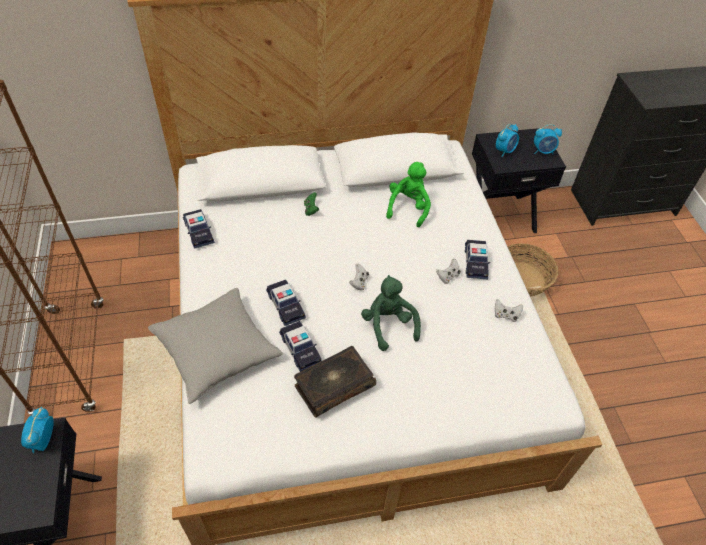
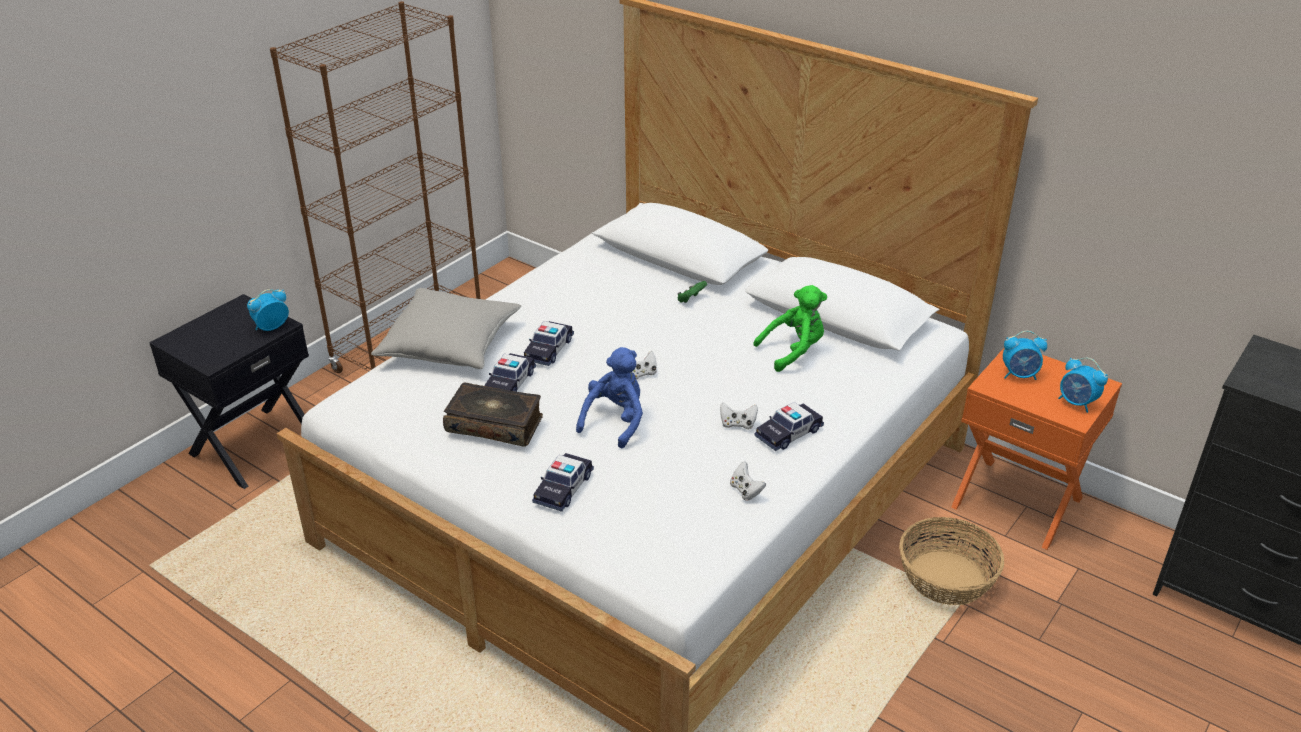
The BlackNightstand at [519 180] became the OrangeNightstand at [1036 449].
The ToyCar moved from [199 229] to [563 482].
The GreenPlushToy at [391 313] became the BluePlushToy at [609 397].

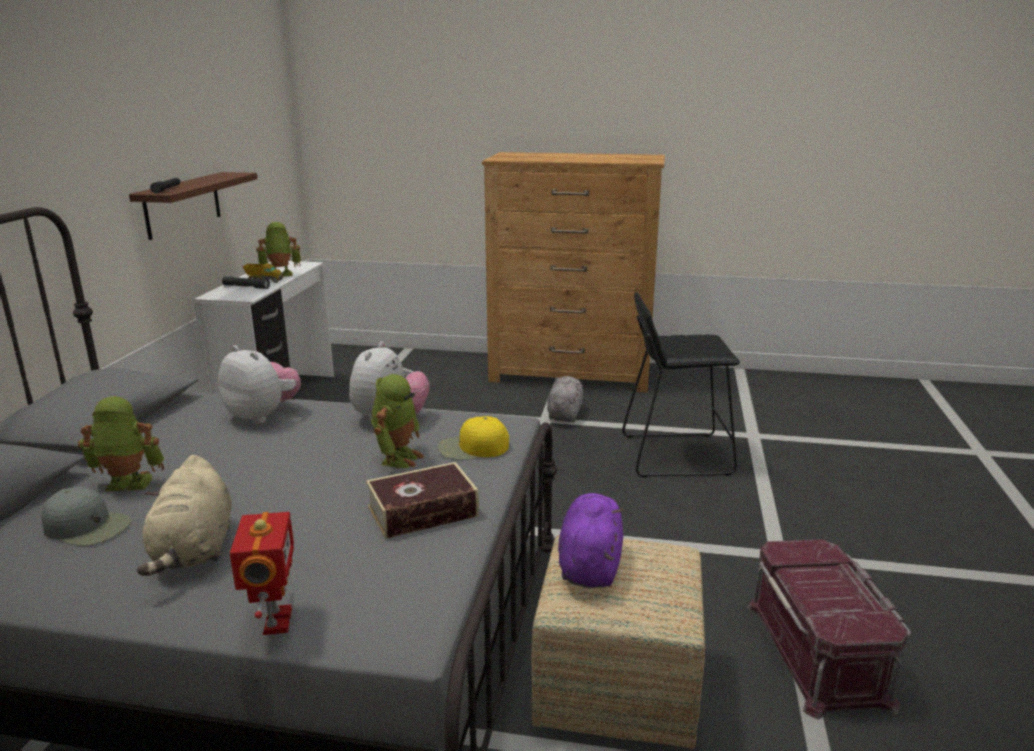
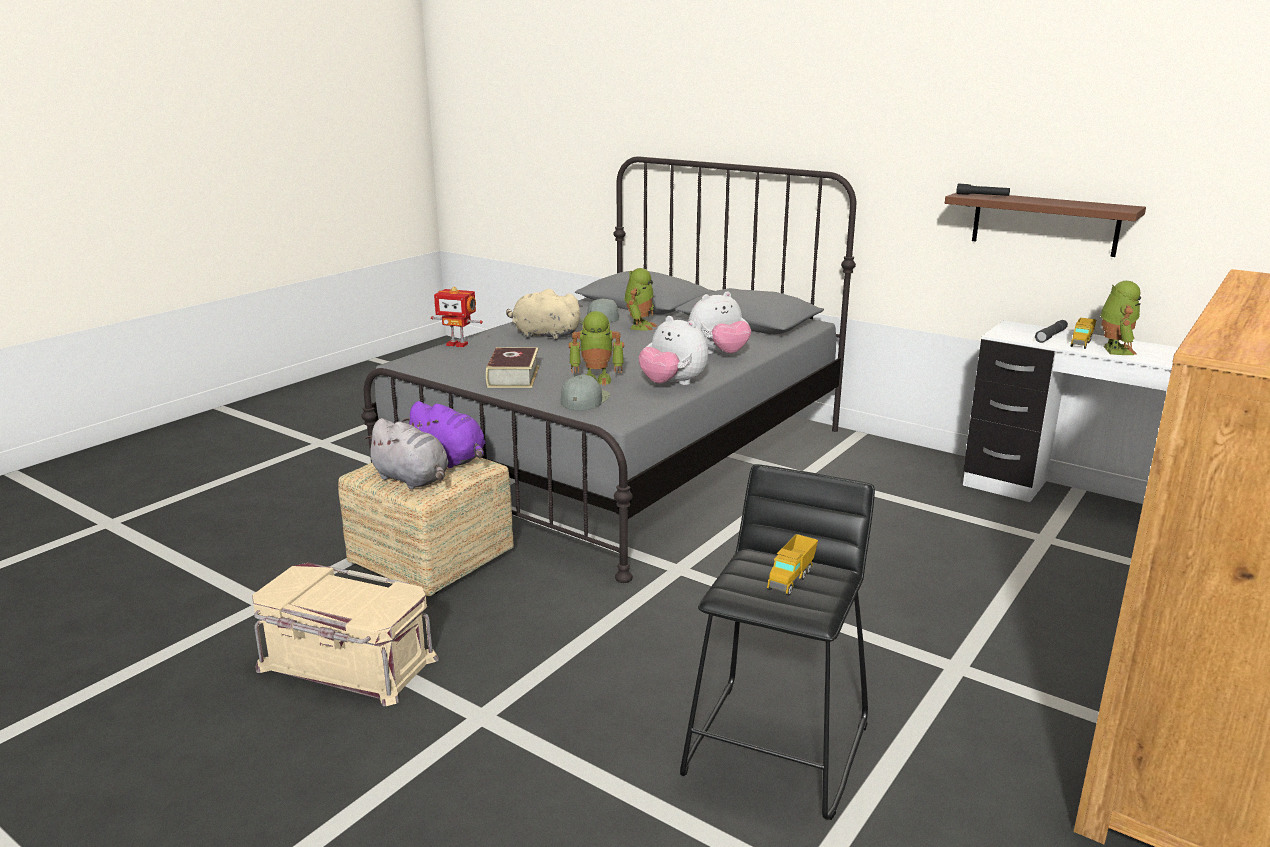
The ToyRobot at [397 421] turned 45 degrees counterclockwise.
The GreyPlushToy moved from [565 399] to [406 453].
The YellowCap at [473 438] became the GreyCap at [585 392].
The RedStorageBox at [829 629] became the BeigeStorageBox at [345 634].
The ToyTruck at [792 565] appeared.

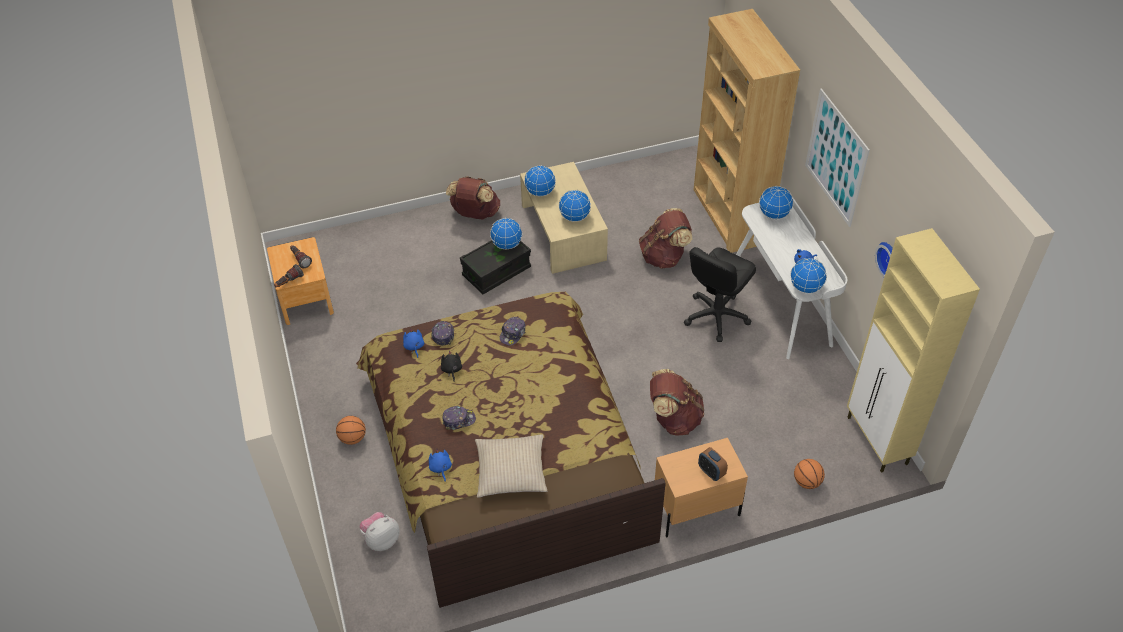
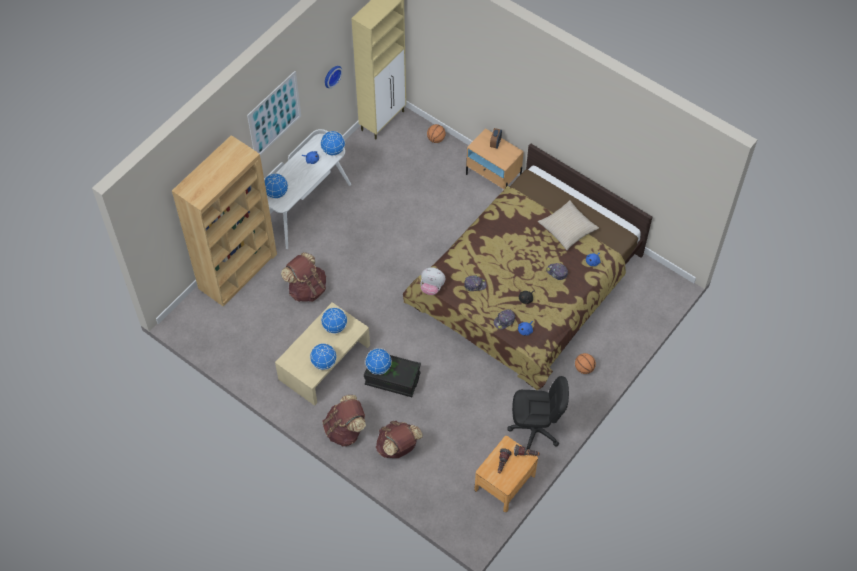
The BlackOfficeChair moved from [720 294] to [538 413].
The BrownBackpack moved from [677 402] to [399 439].
The PlushToy moved from [380 531] to [433 281].

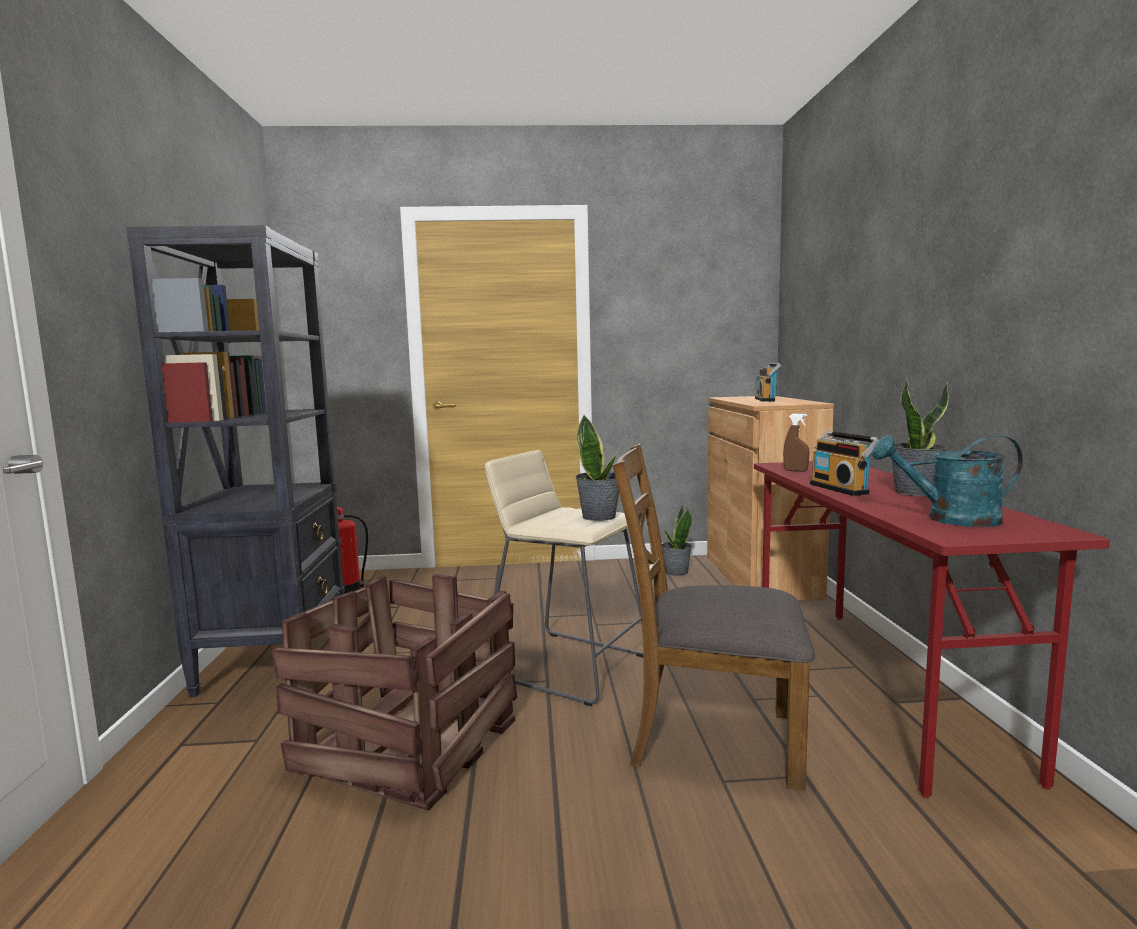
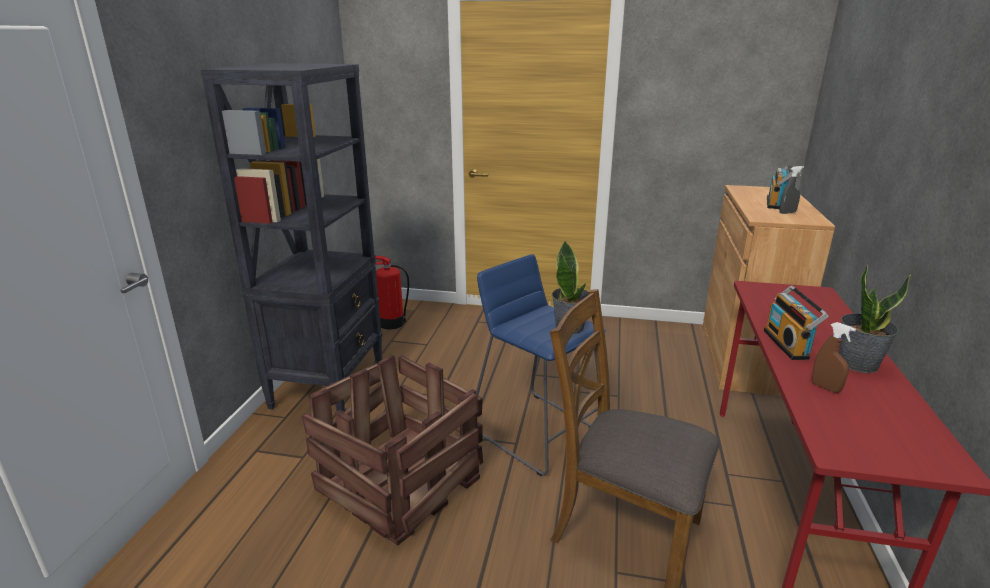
The BrownSprayBottle moved from [796 443] to [834 357].
The TurquoiseWateringCan at [947 481] disappeared.
The BeigeStool at [564 578] became the BlueStool at [541 365].
The PottedPlant at [677 540] disappeared.
The GreySprayBottle at [791 190] appeared.

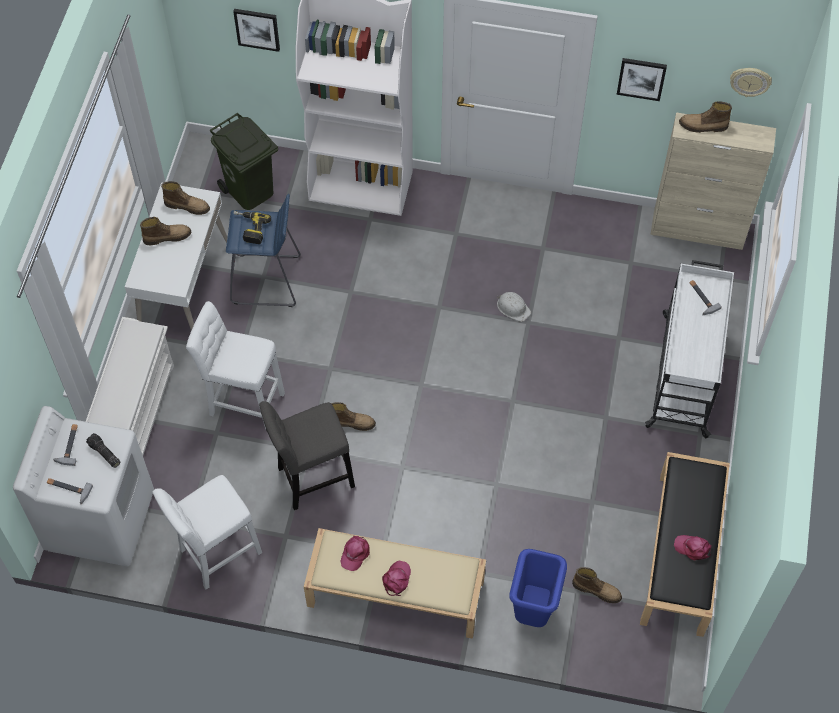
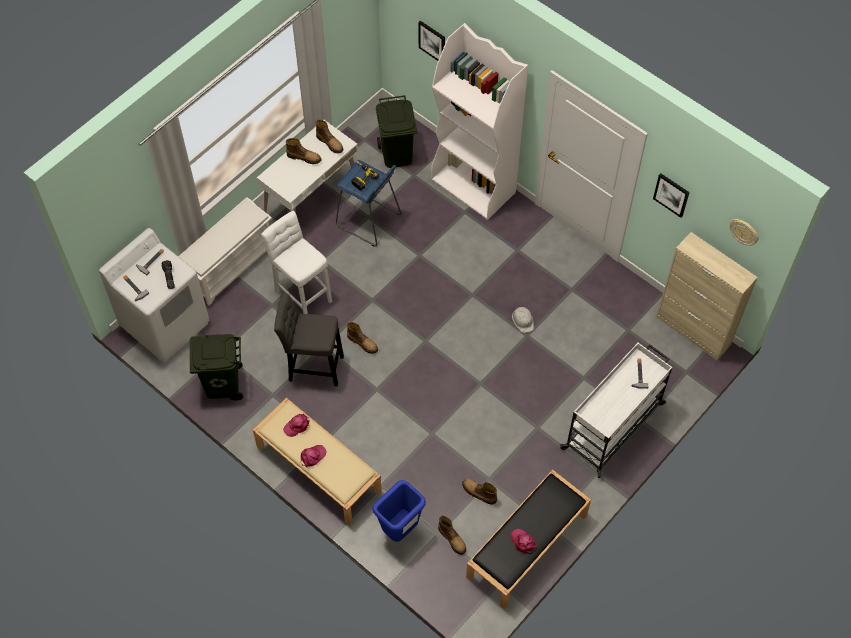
The Boot moved from [705 117] to [479 491].
The WhiteStool at [207 532] was replaced by the GreenTrashCan at [216 367].

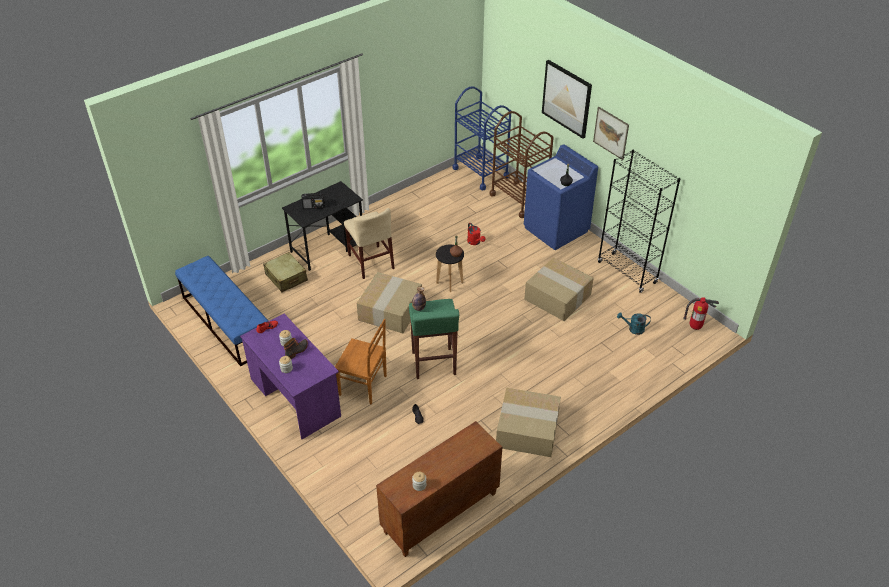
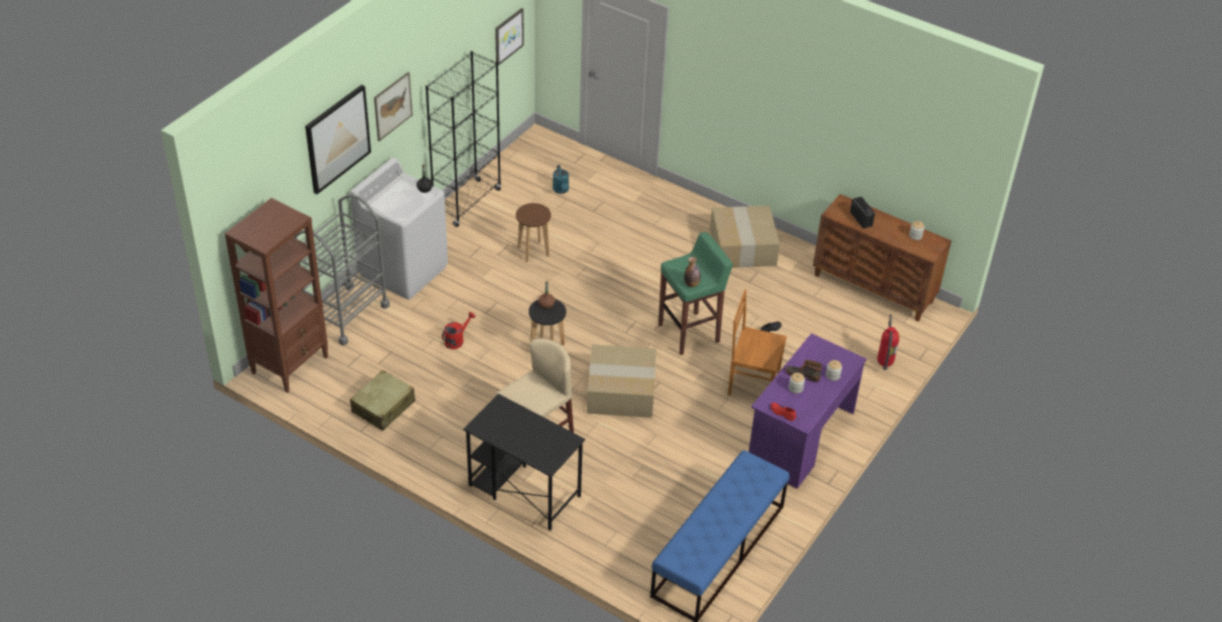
The BlueCart at [482 138] was replaced by the BrownBookcase at [276 295].
The BrownCart at [522 164] became the GreyCart at [342 270].
The BlueWashingMachine at [561 197] became the WhiteWashingMachine at [399 229].
The Radio moved from [313 201] to [862 213].
The BeigeSuitcase moved from [285 272] to [382 400].
The CardboardBox at [559 289] was replaced by the BrownStool at [533 232].
The FireExtinguisher moved from [701 313] to [888 342].
The BrownChair at [361 362] turned 75 degrees counterclockwise.
The Picture at [509 37] appeared.

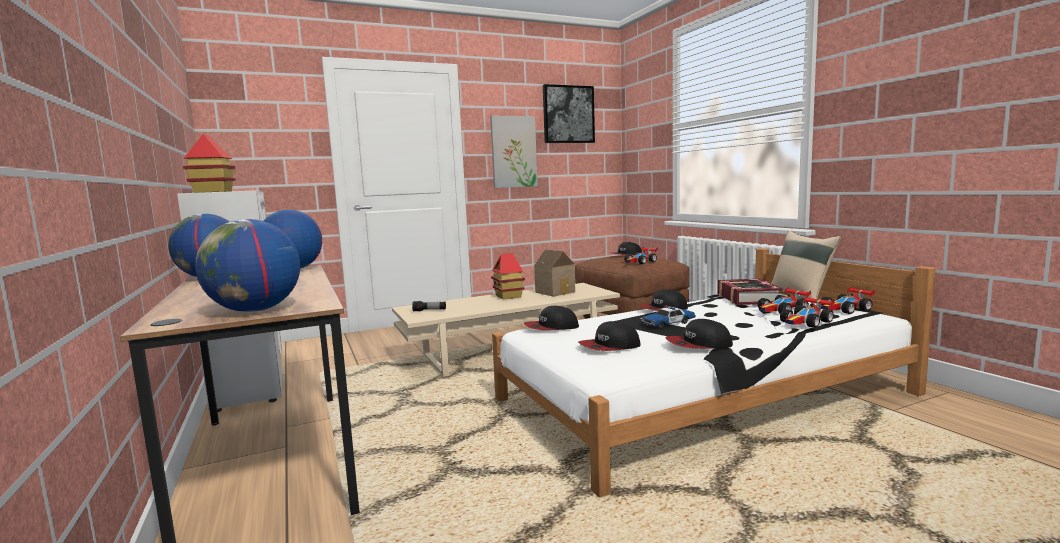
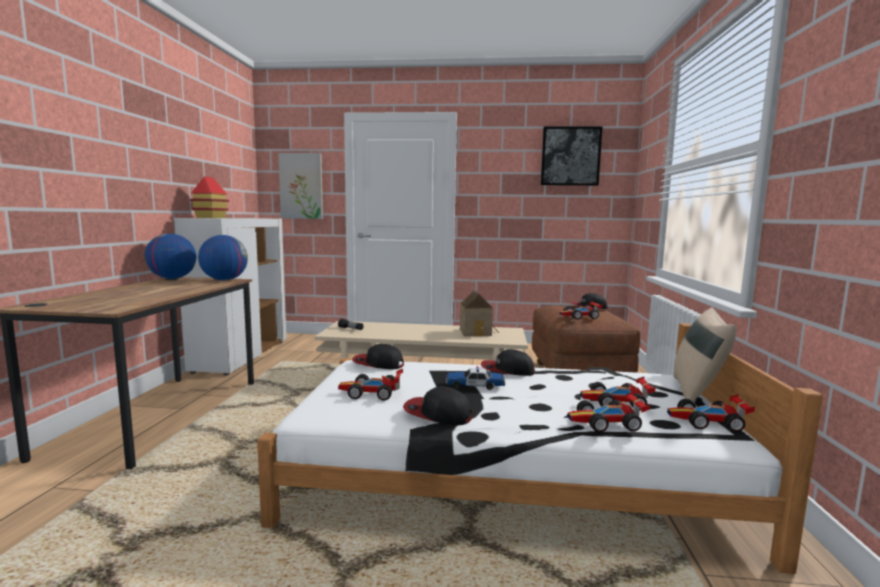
The Picture moved from [514 152] to [300 186].
The Globe at [247 265] disappeared.
The ToyHouse at [508 276] disappeared.
The Book at [750 292] disappeared.
The Cap at [609 336] was replaced by the ToyCar at [370 384].

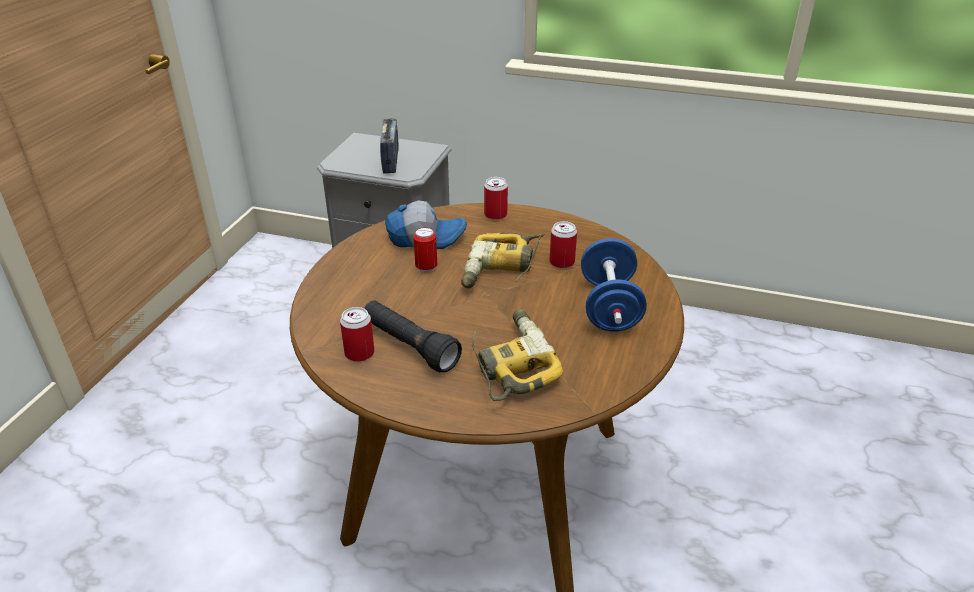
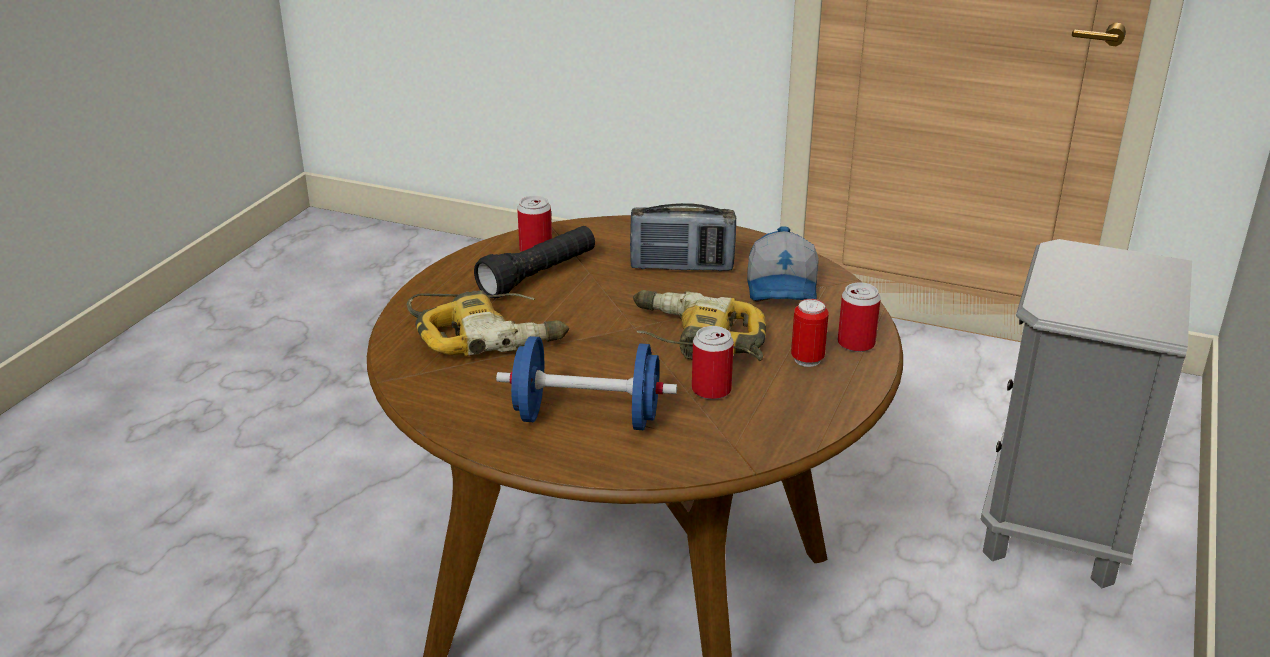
The Radio moved from [389 146] to [683 237].
The Can moved from [425 250] to [810 333].

